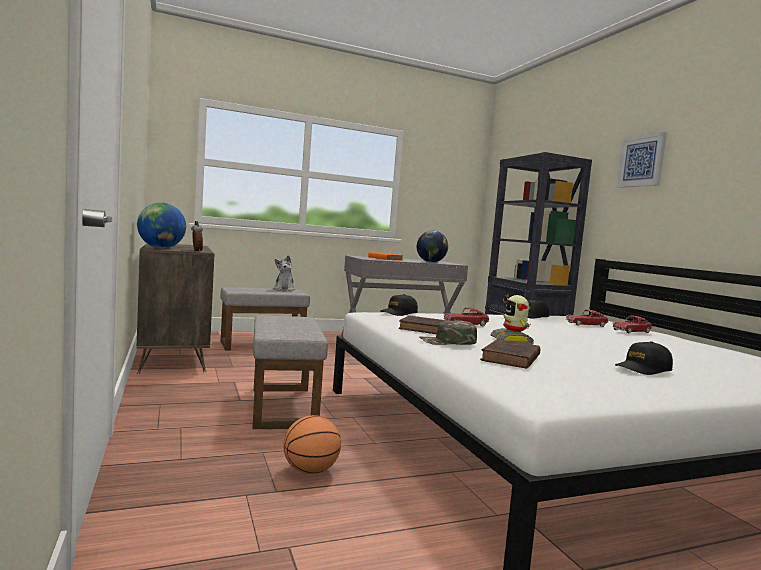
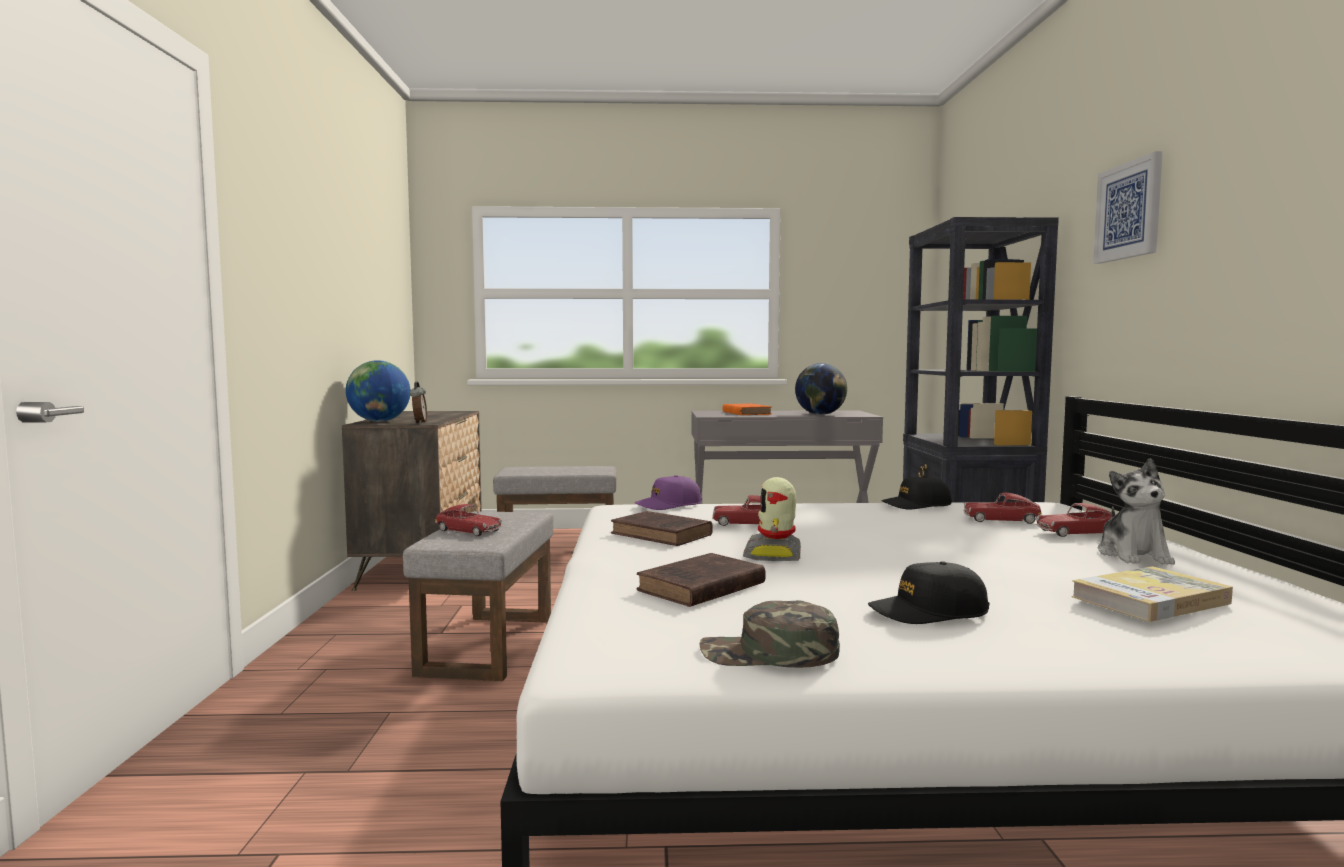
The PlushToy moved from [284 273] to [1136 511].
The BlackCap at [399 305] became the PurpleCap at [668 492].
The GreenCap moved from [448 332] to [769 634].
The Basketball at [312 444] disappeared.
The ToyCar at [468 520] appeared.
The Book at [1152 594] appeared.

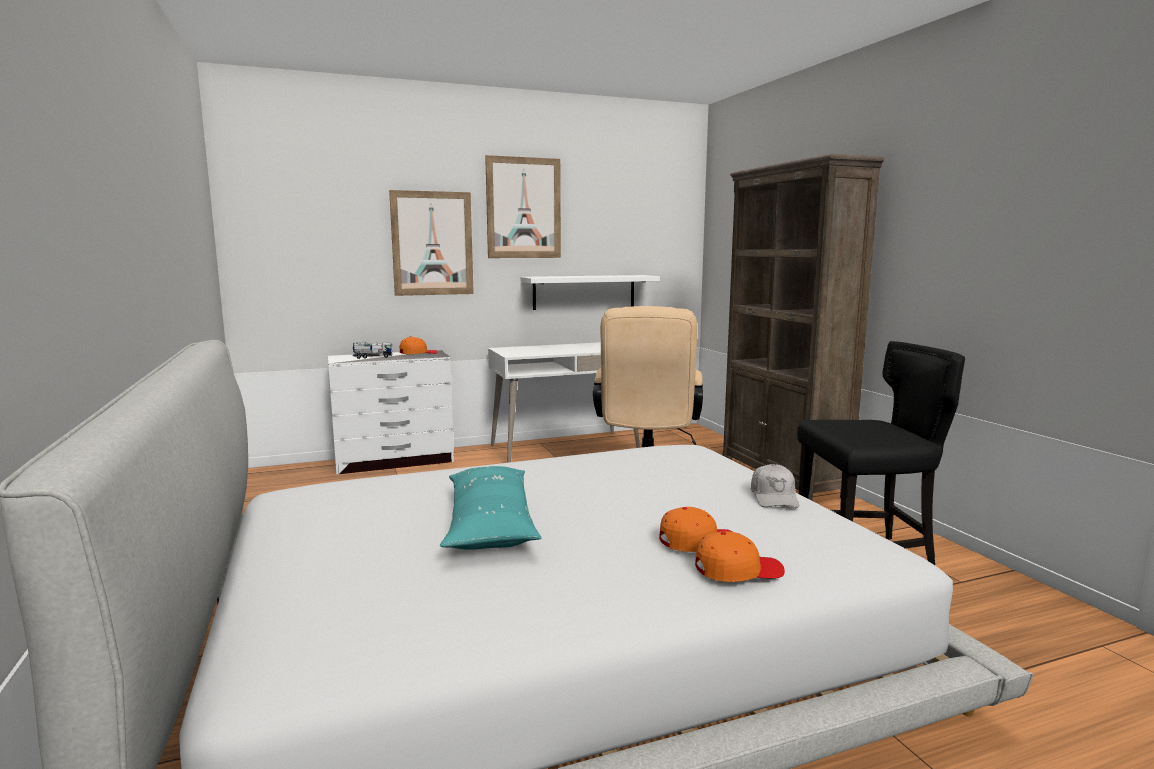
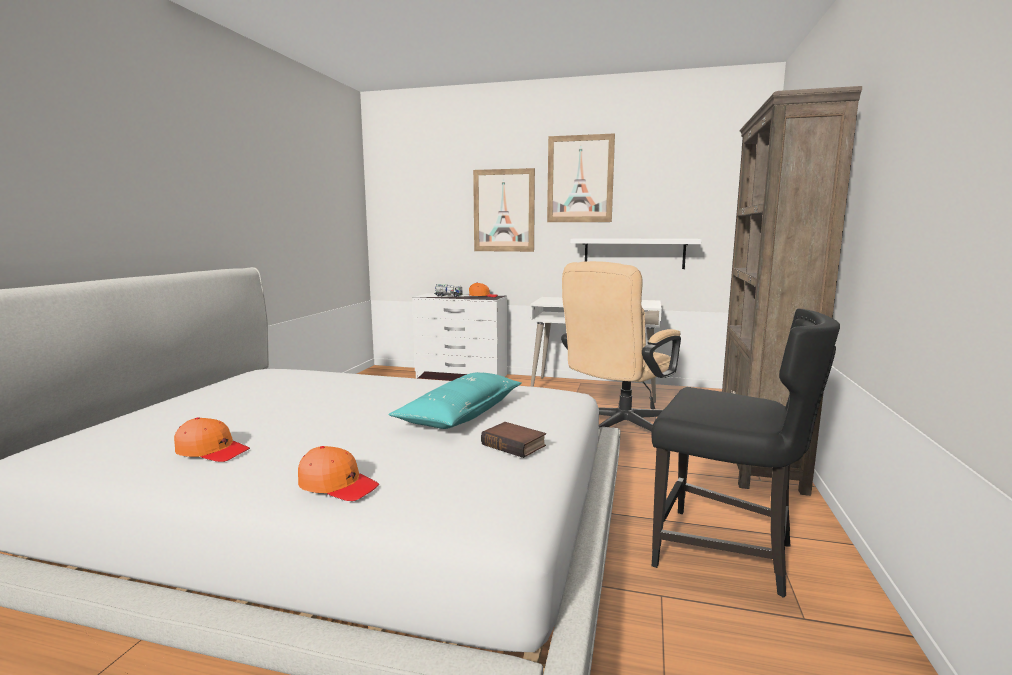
The WhiteCap at [775 486] was replaced by the Book at [513 440].
The TurquoisePillow moved from [490 508] to [455 400].
The OrangeCap moved from [696 529] to [212 439].

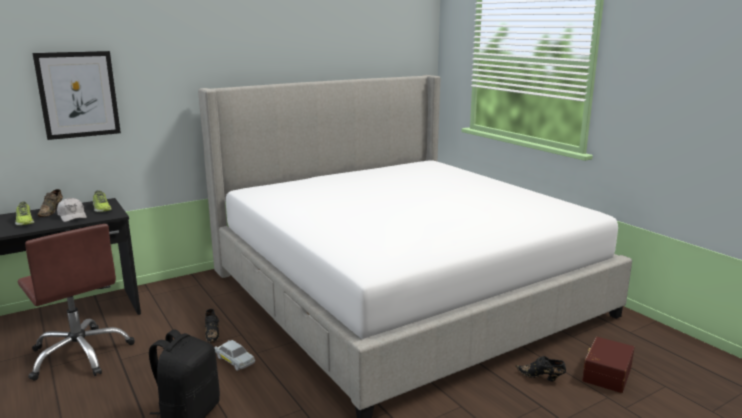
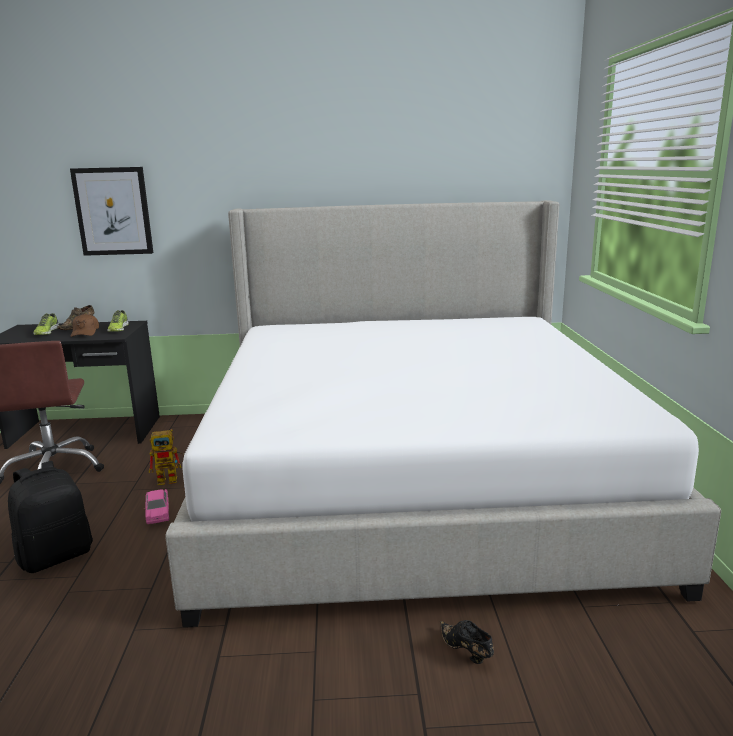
The WhiteCap at [72 210] became the BrownCap at [85 325].
The BlackShoe at [212 326] was replaced by the ToyRobot at [166 457].
The BrownStorageBox at [608 365] disappeared.
The WhiteToyCar at [235 355] became the PinkToyCar at [156 506].

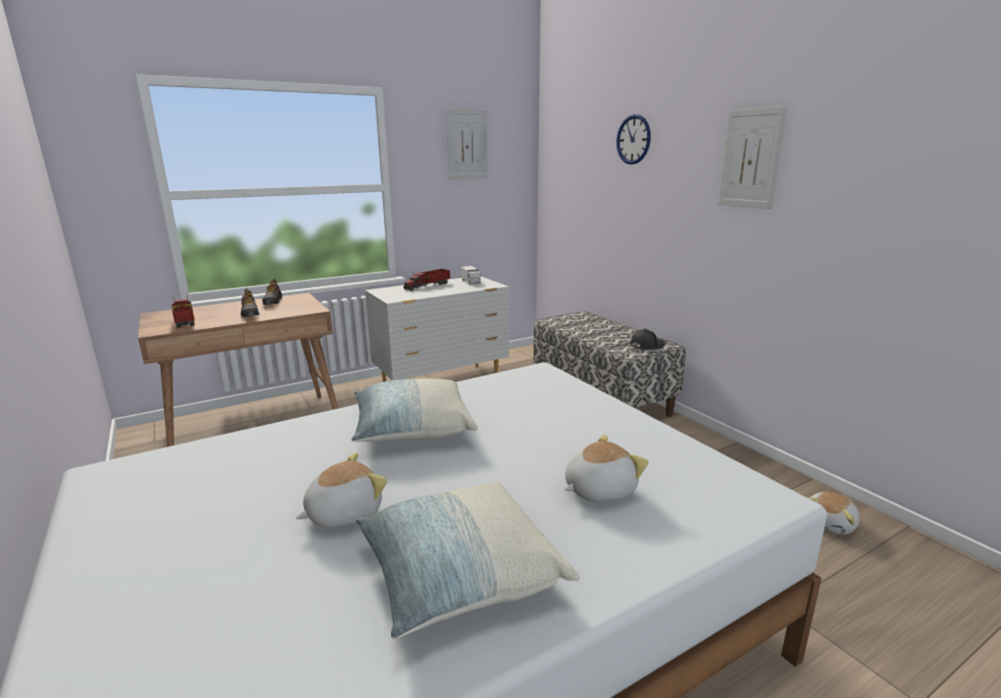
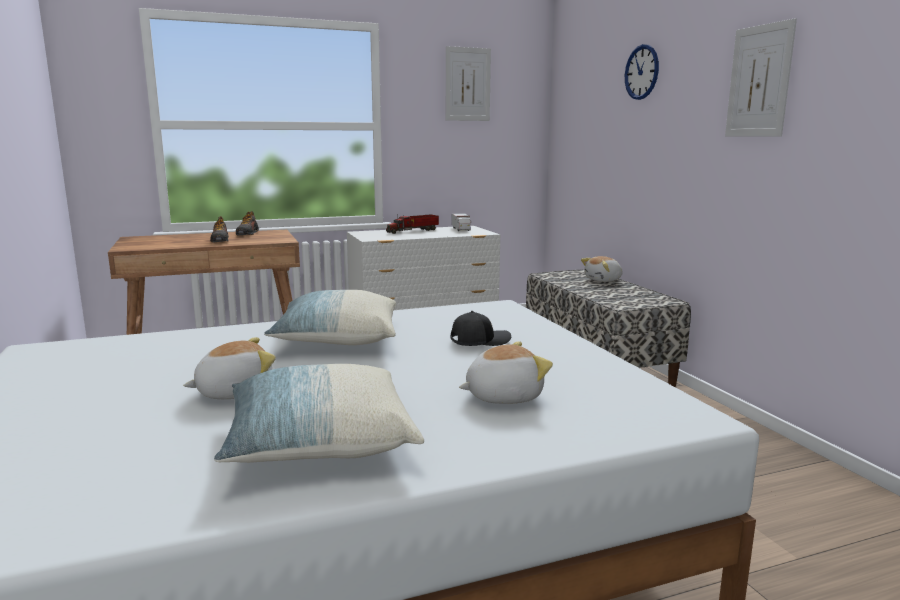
The ToyTruck at [183 312] disappeared.
The BlackCap moved from [647 339] to [481 328].
The PlushToy moved from [833 513] to [601 269].

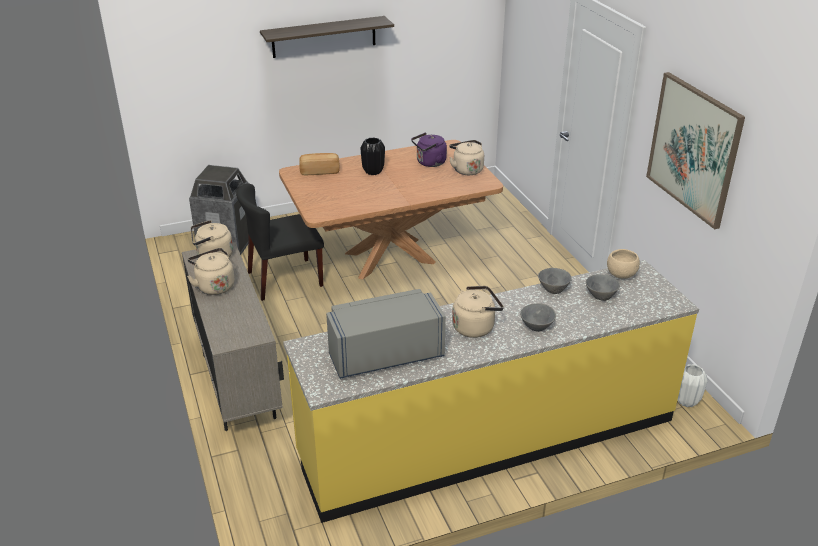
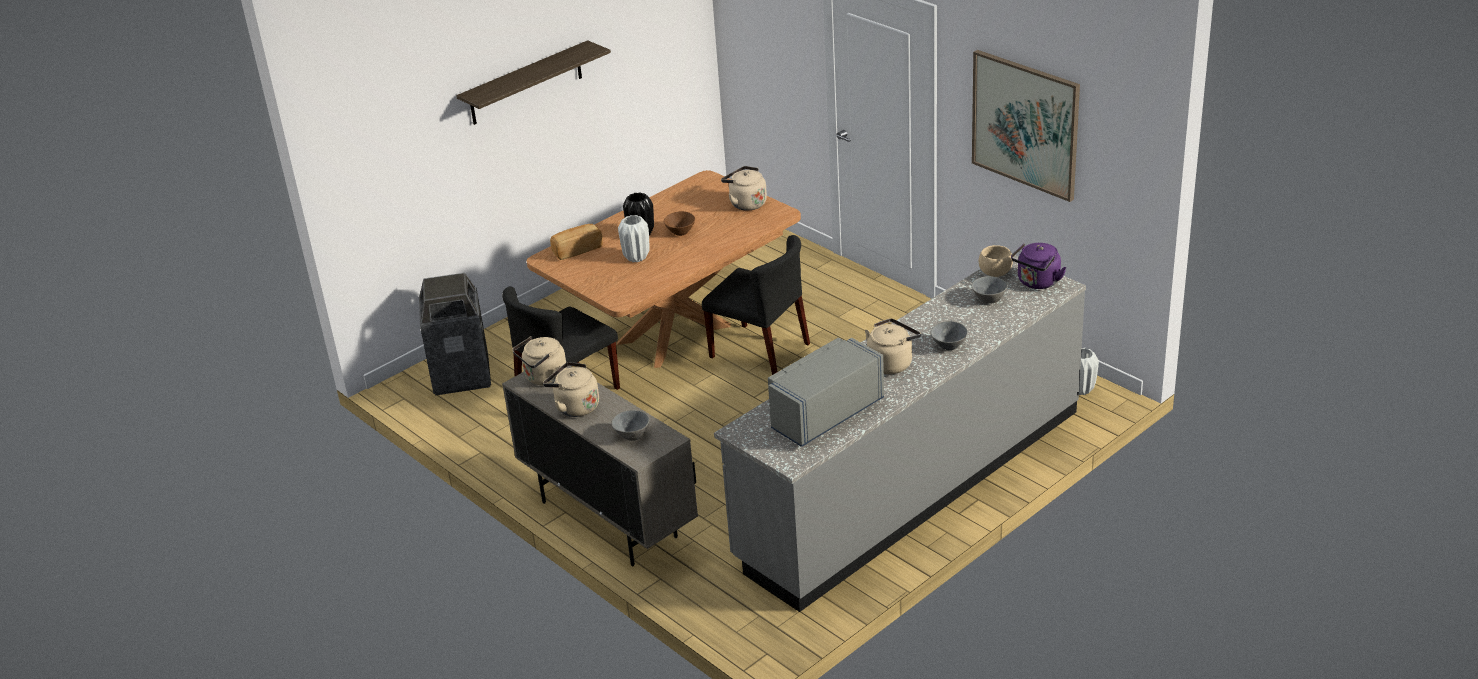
The PurpleKettle moved from [429 150] to [1039 266].
The YellowCounter at [491 391] became the GreyCounter at [900 433].
The GreyBowl moved from [555 281] to [630 425].
The BrownBowl at [679 223] appeared.
The WhiteVase at [633 238] appeared.
The BlackChair at [756 305] appeared.

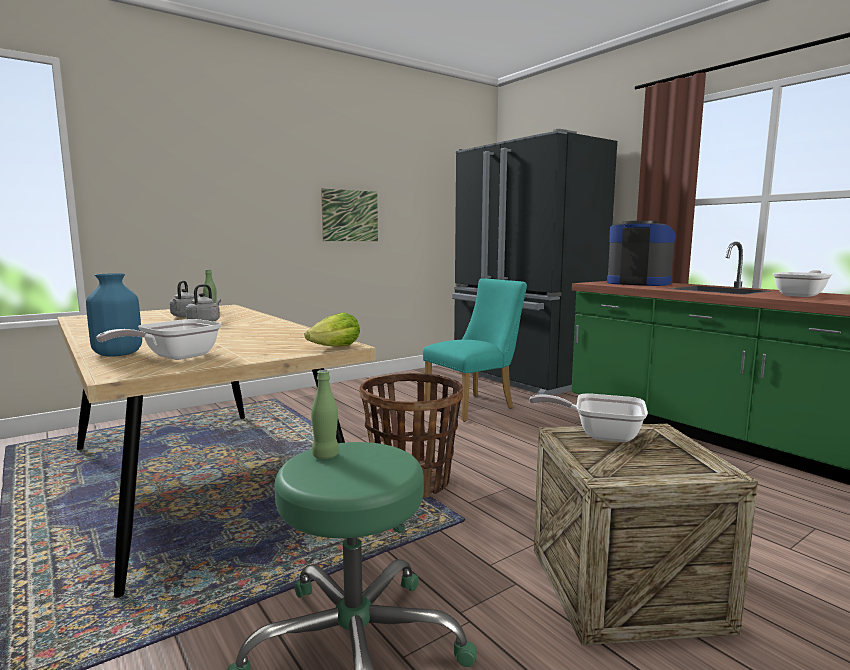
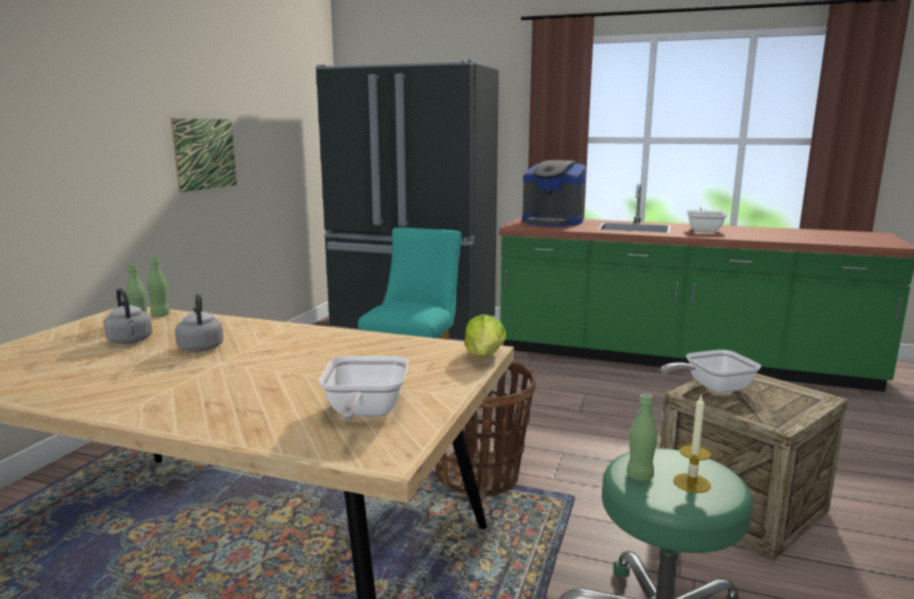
The CoffeeMachine at [641 253] turned 150 degrees counterclockwise.
The BlueVase at [114 315] disappeared.
The GreenBottle at [159 286] appeared.
The Candle at [692 444] appeared.

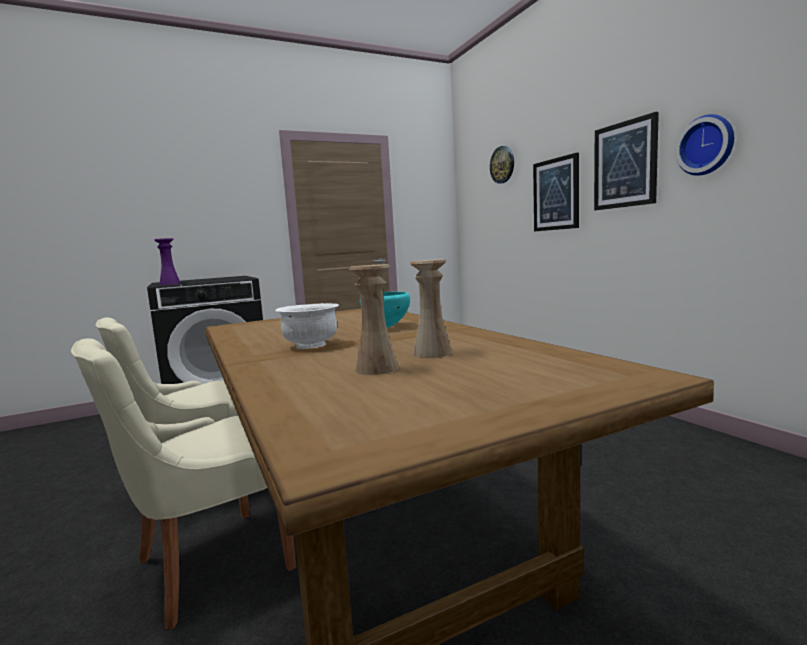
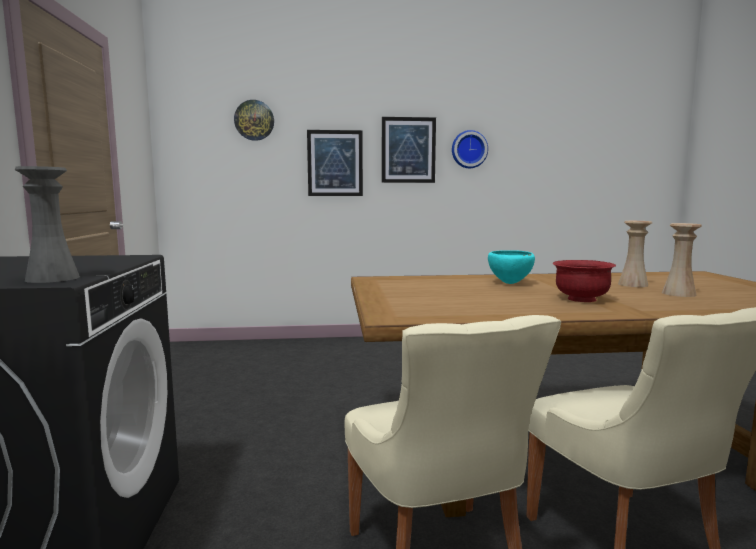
The PurpleVase at [167 261] became the GreyVase at [47 224].
The WhiteBowl at [307 326] became the RedBowl at [584 281].

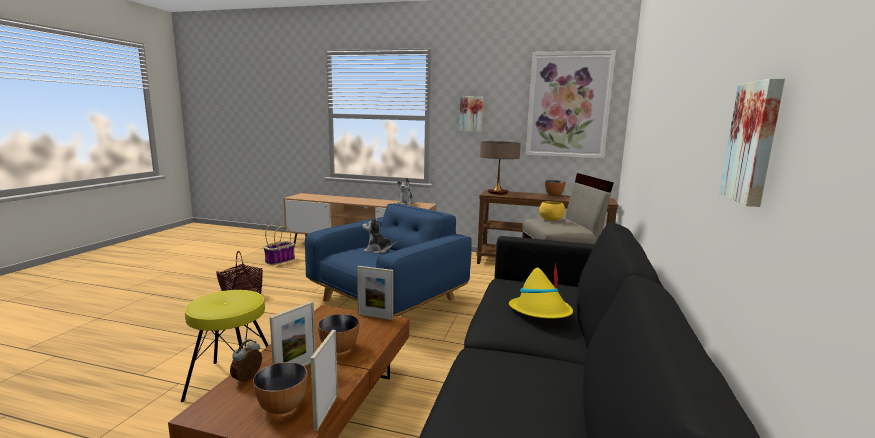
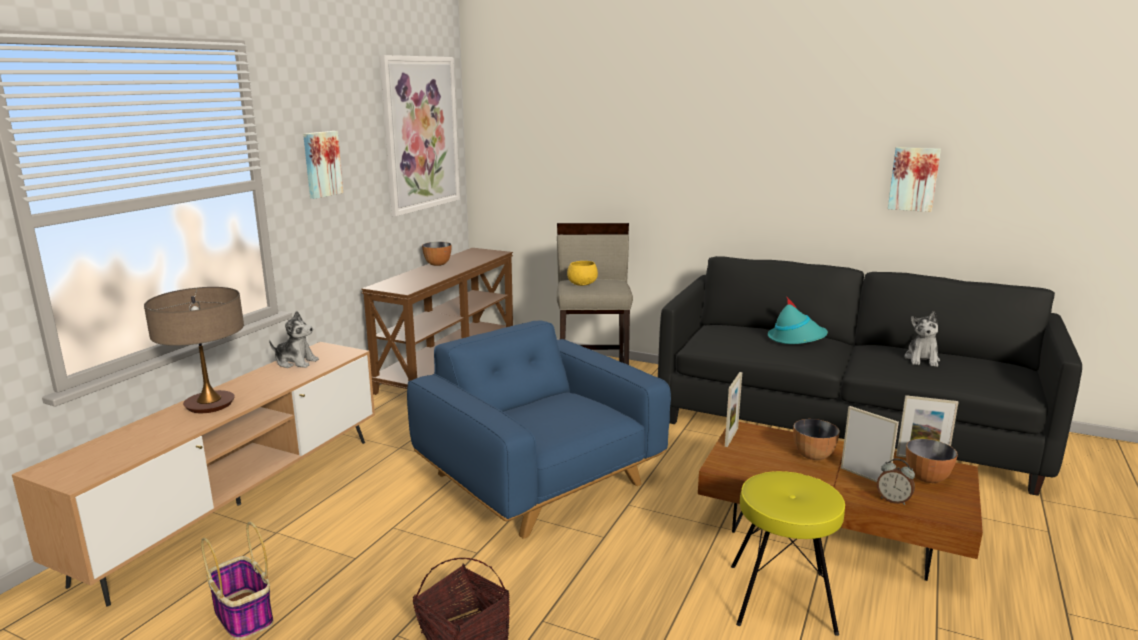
The TableLamp moved from [500 168] to [194 350].
The PlushToy moved from [379 235] to [922 339].
The YellowHat at [541 291] became the TurquoiseHat at [798 320].

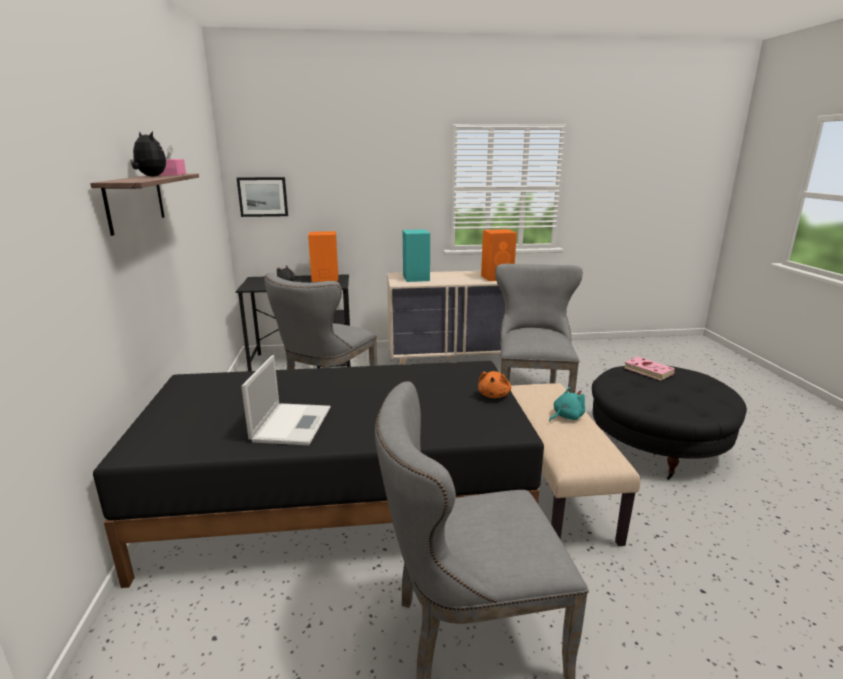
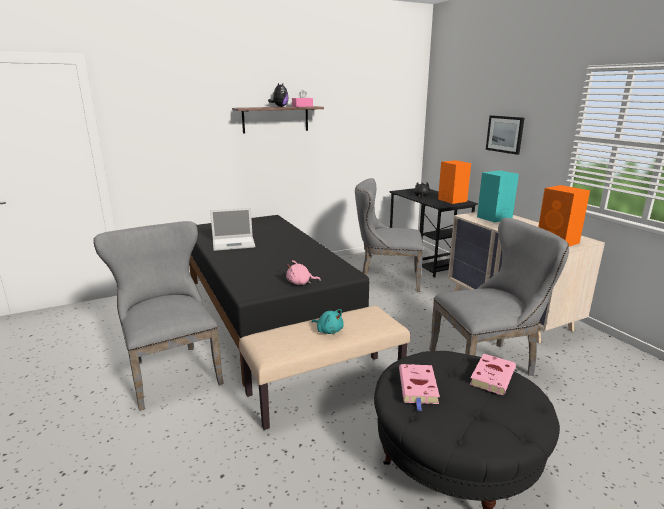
The Picture moved from [262 197] to [505 135].
The OrangePlushToy at [494 384] became the PinkPlushToy at [303 272].
The PinkBook at [419 387] appeared.

